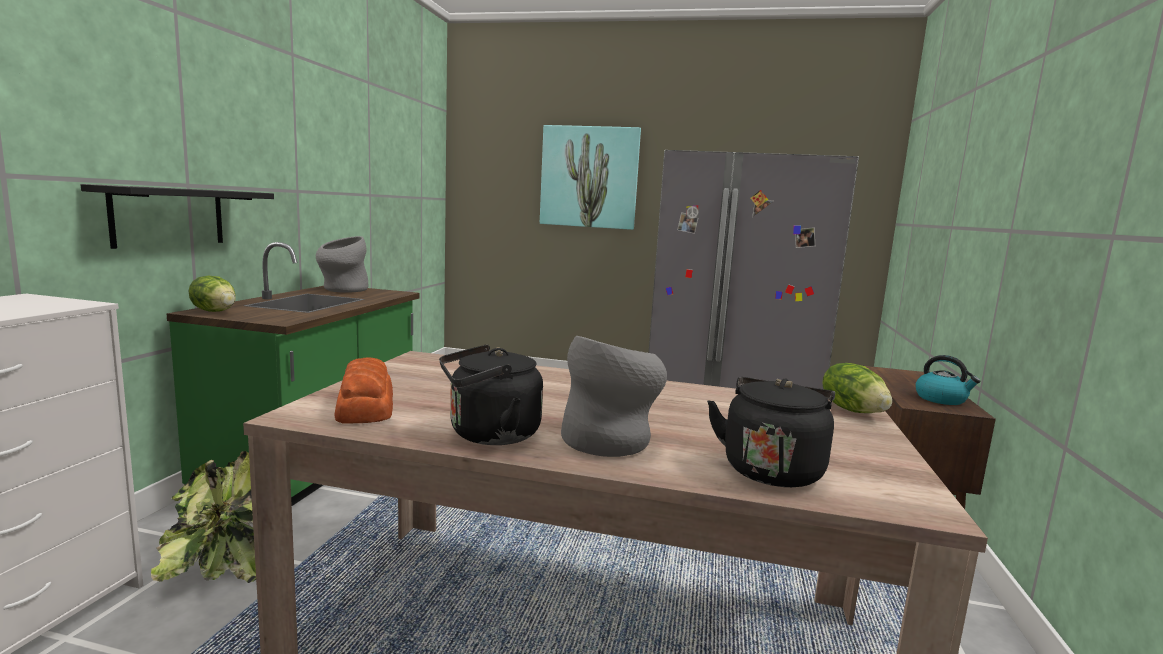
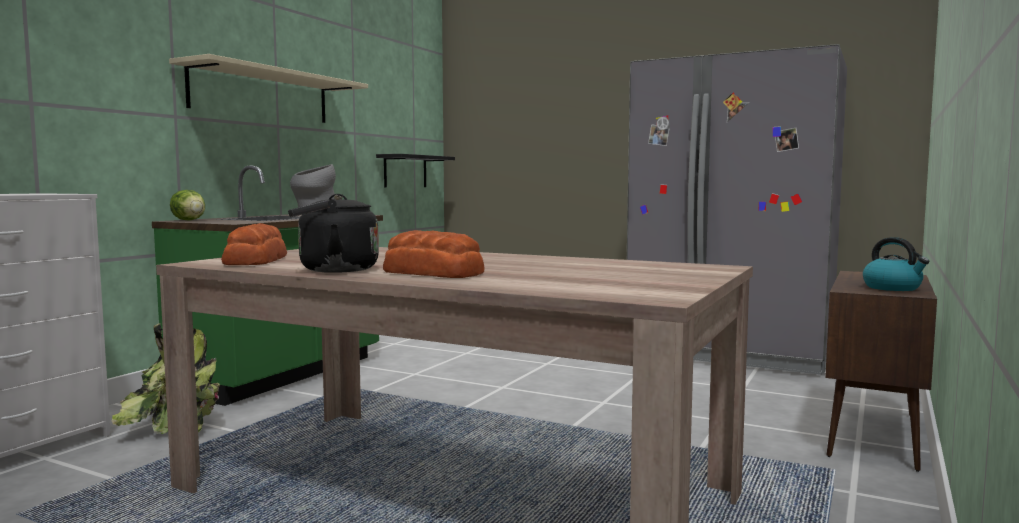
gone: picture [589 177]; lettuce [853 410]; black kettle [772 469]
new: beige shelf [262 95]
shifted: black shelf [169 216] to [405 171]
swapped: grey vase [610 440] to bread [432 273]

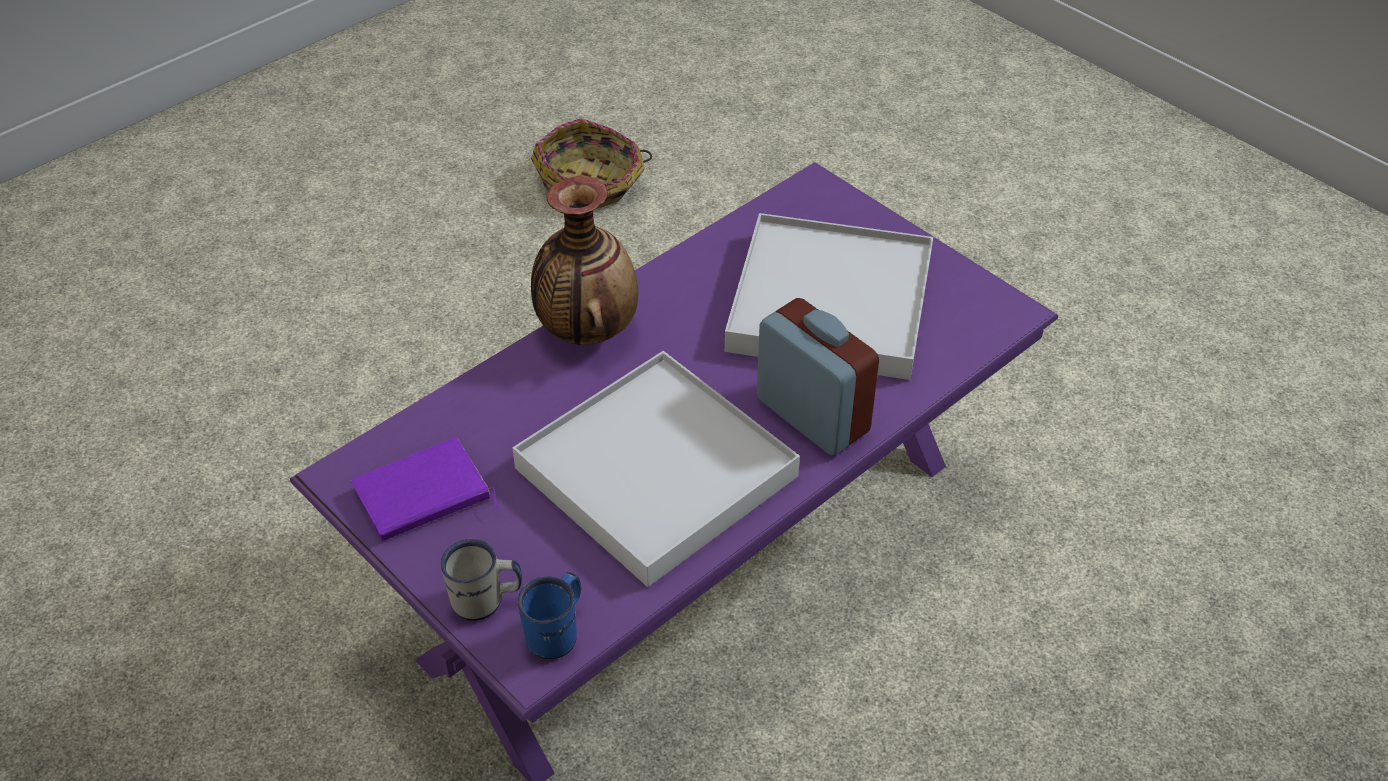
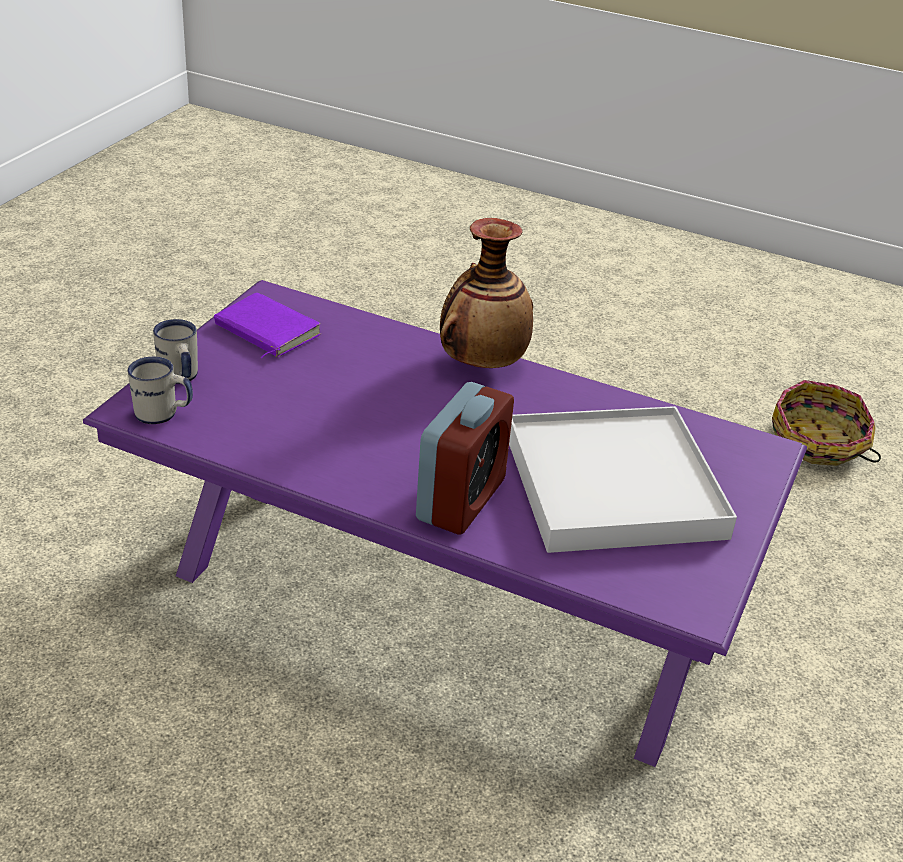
gone: white tray [656 472]
repainted: blue mug [558 632] to white mug [163 415]

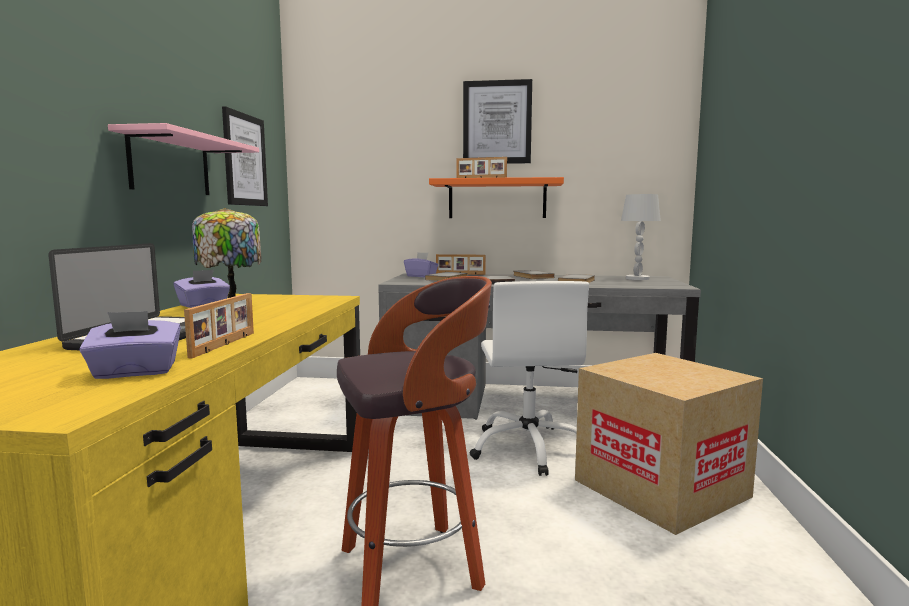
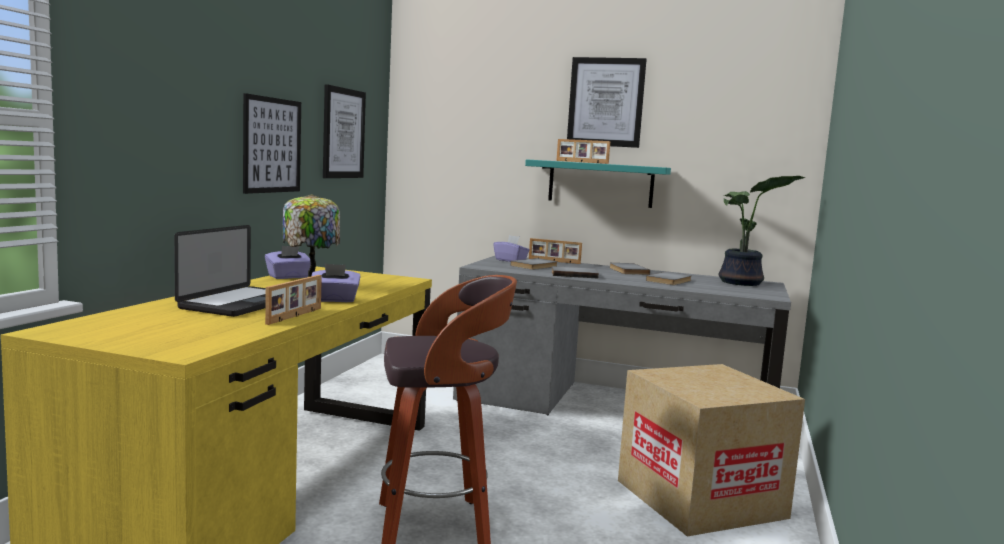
gone: white office chair [529 448]
shifted: purple tissue box [135 372] to [334 300]
swapped: pink shelf [170 165] to picture [272 145]; white table lamp [637 278] to potted plant [741 283]
repainted: orange shelf [497 199] to turquoise shelf [600 184]

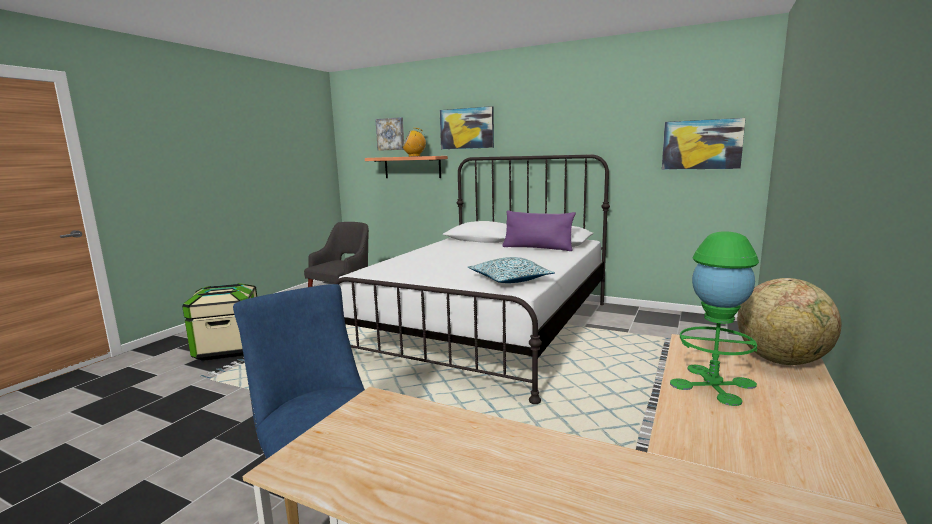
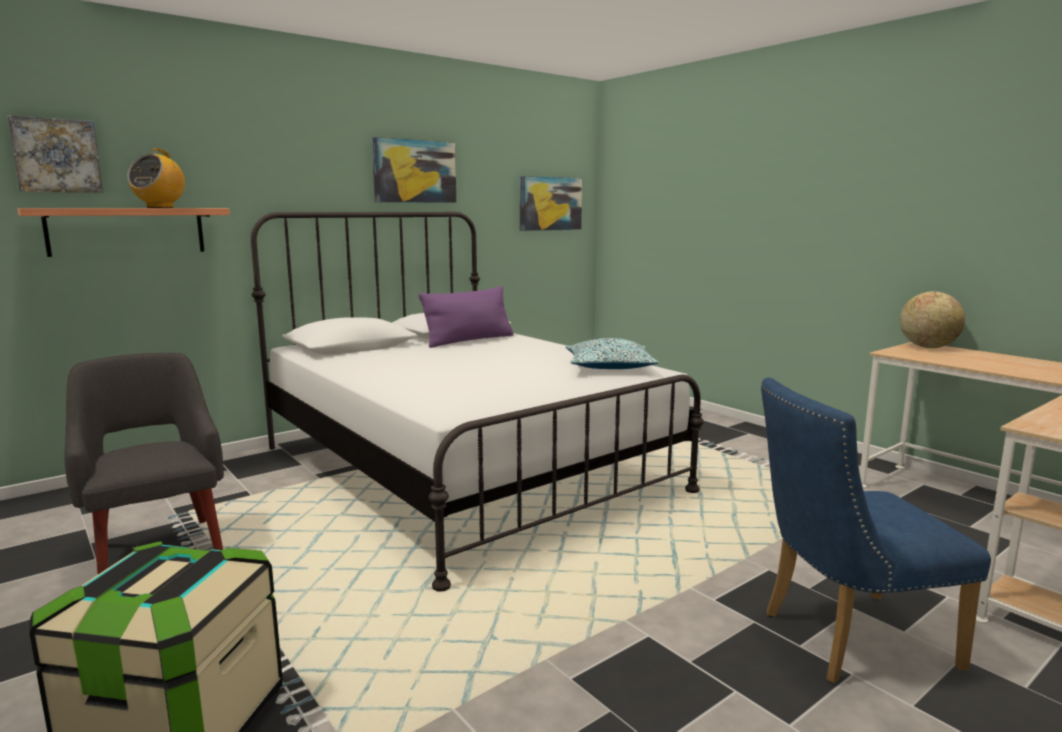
gone: green table lamp [712 384]
shifted: picture [467 128] to [414 171]

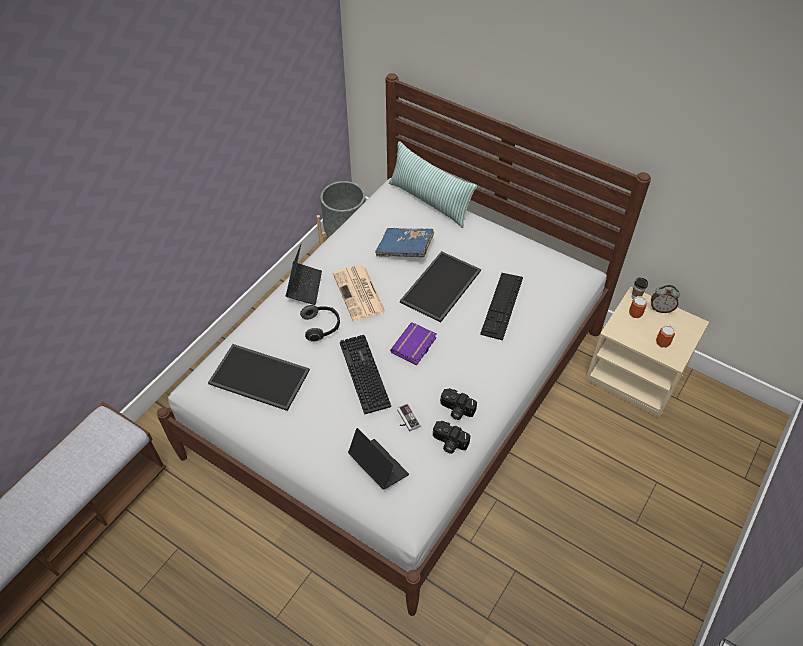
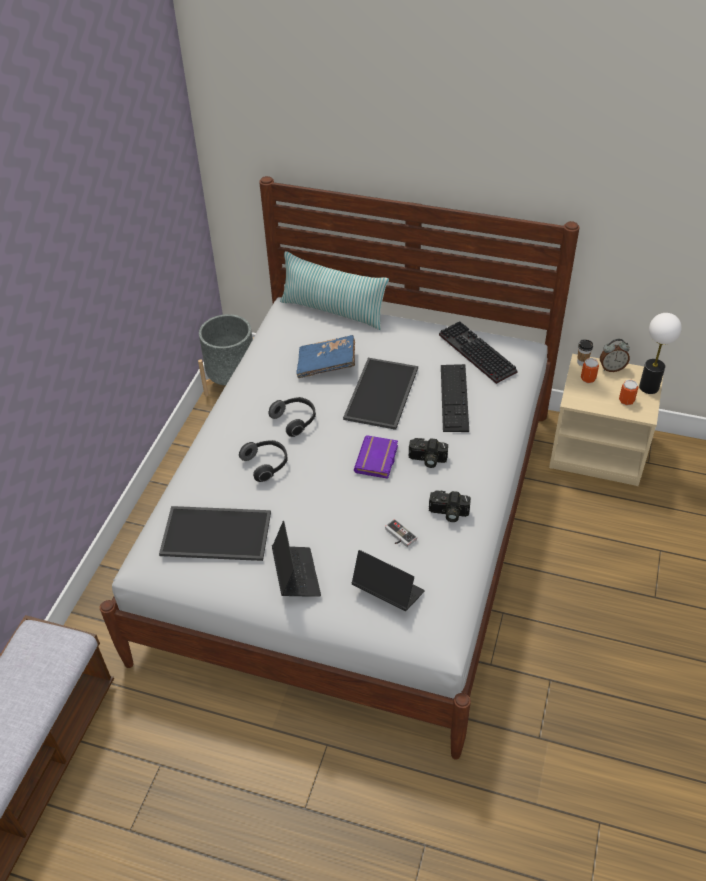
new: table lamp [648 387]
shifted: laptop [304 286] to [296 575]; keyboard [362 373] to [474 353]; photo camera [449 443] to [427 460]
swapped: newspaper [359 293] to headphones [295 421]

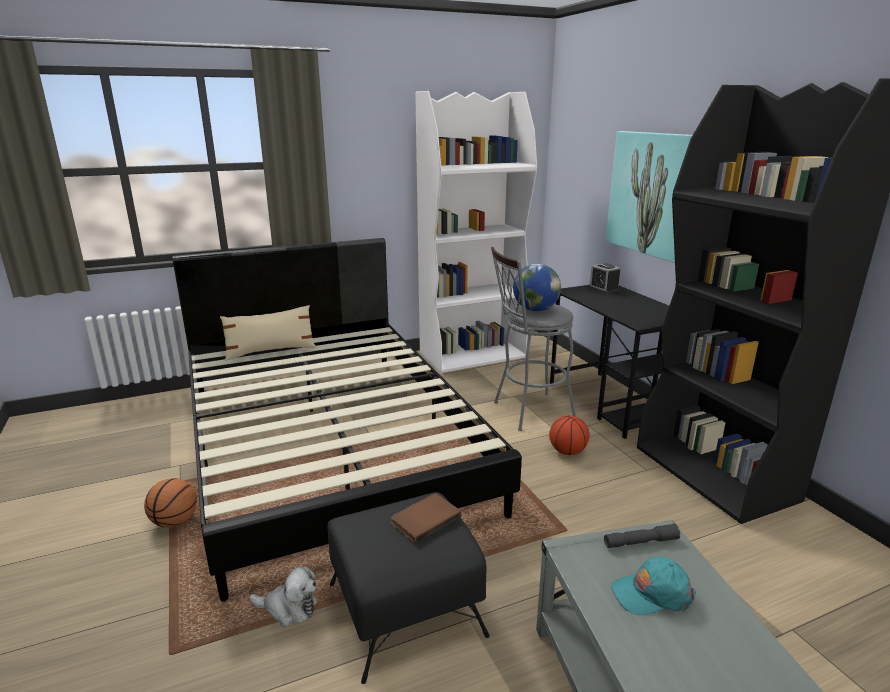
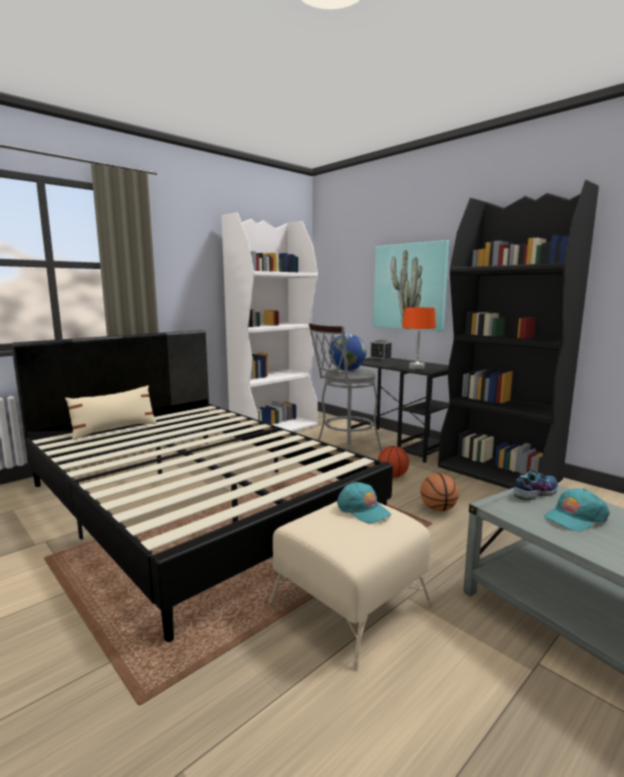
gone: plush toy [289 608]
new: orange table lamp [416 368]
shifted: basketball [175 521] to [438 509]
swapped: brown book [424 518] to turquoise cap [363 510]; grey flashlight [640 542] to shoe [535 492]
repainted: black ottoman [406 609] to beige ottoman [351 604]

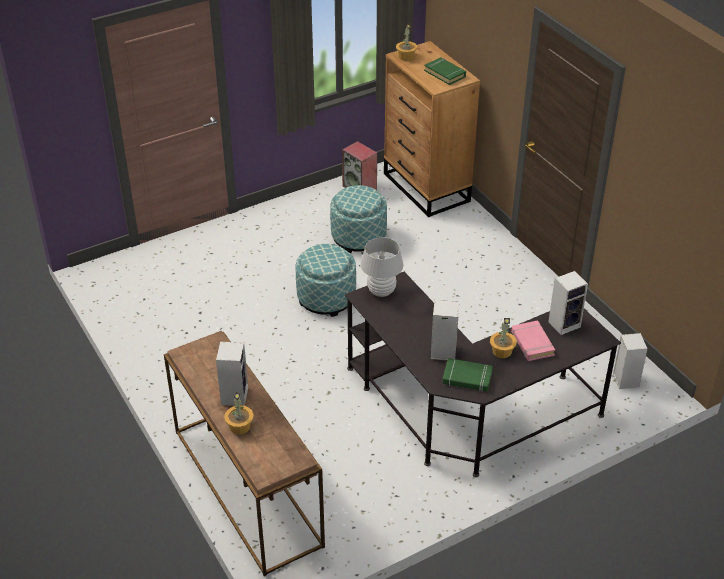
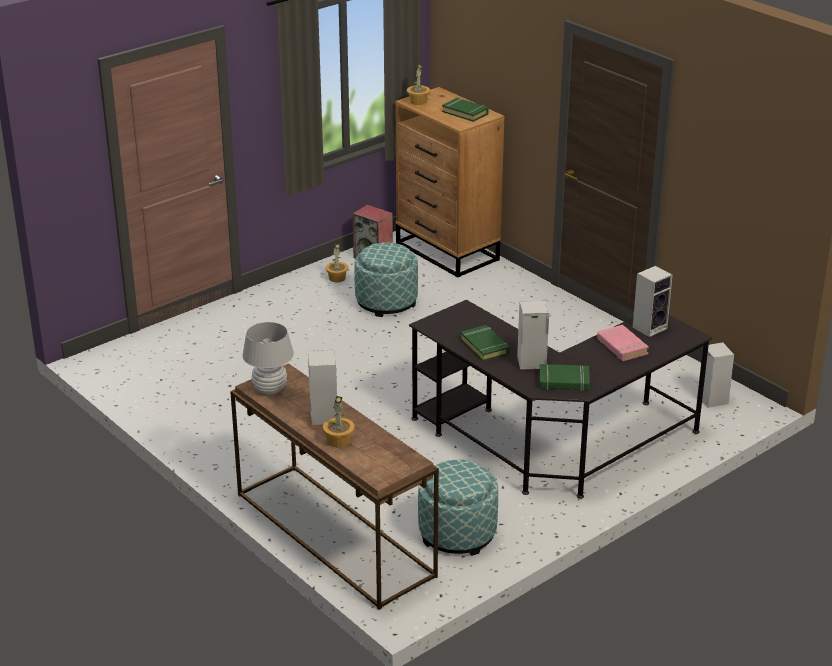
new: green book [485 346]
shifted: white table lamp [381 291] to [270 390]; ottoman [326 298] to [457 533]; potted plant [502 351] to [337 278]

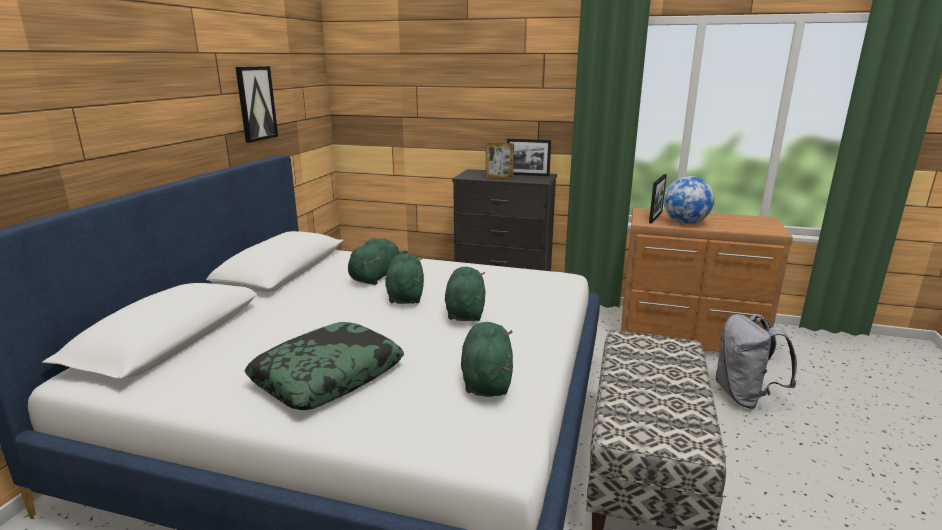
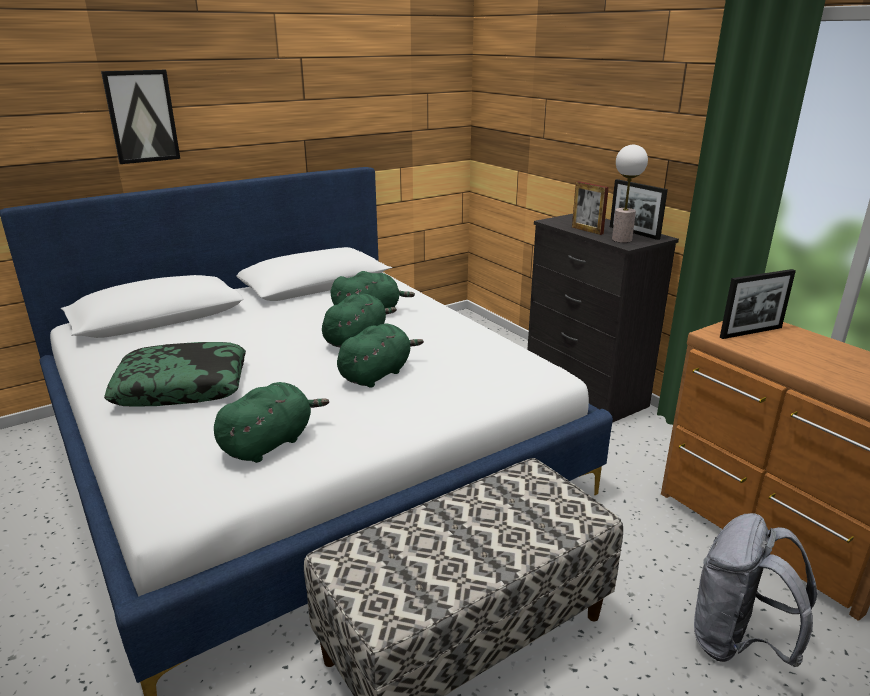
gone: globe [685 223]
new: table lamp [622 240]
shifted: picture [256 103] to [141 116]

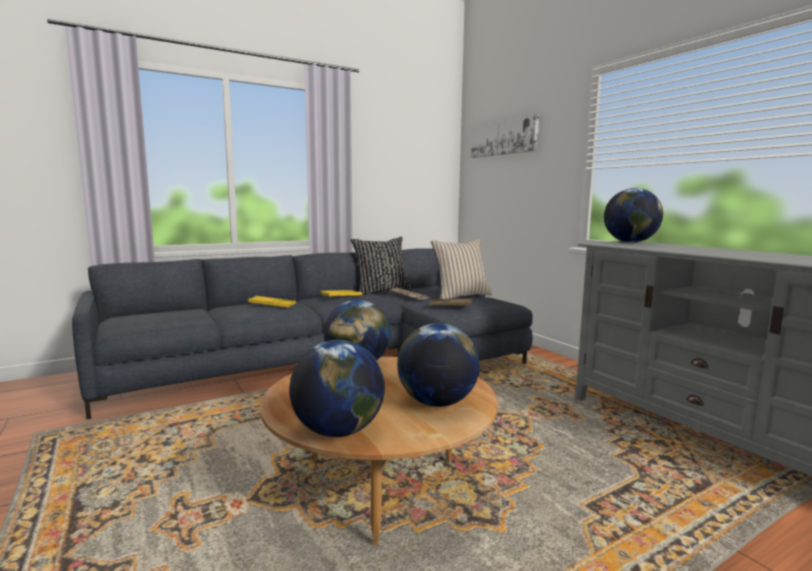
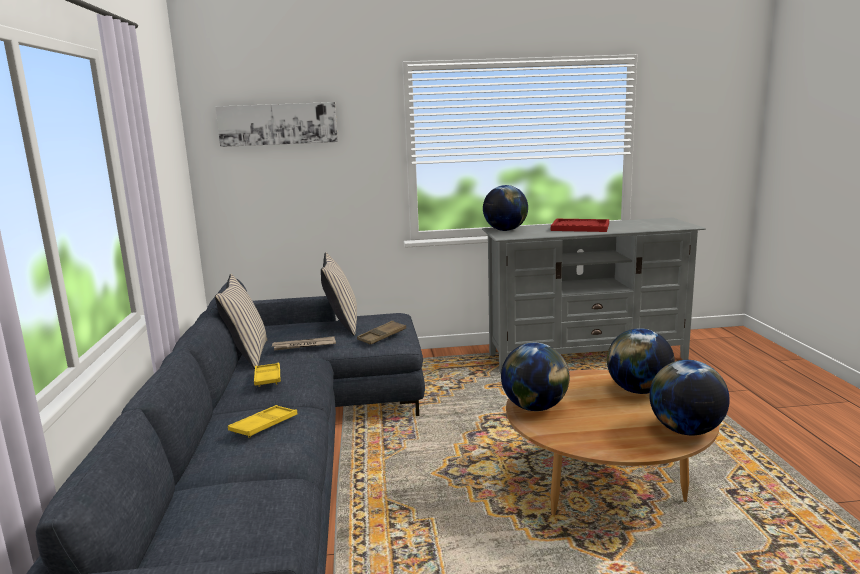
new: red tray [580 227]
repainted: black pillow [381 291] to beige pillow [247 355]

